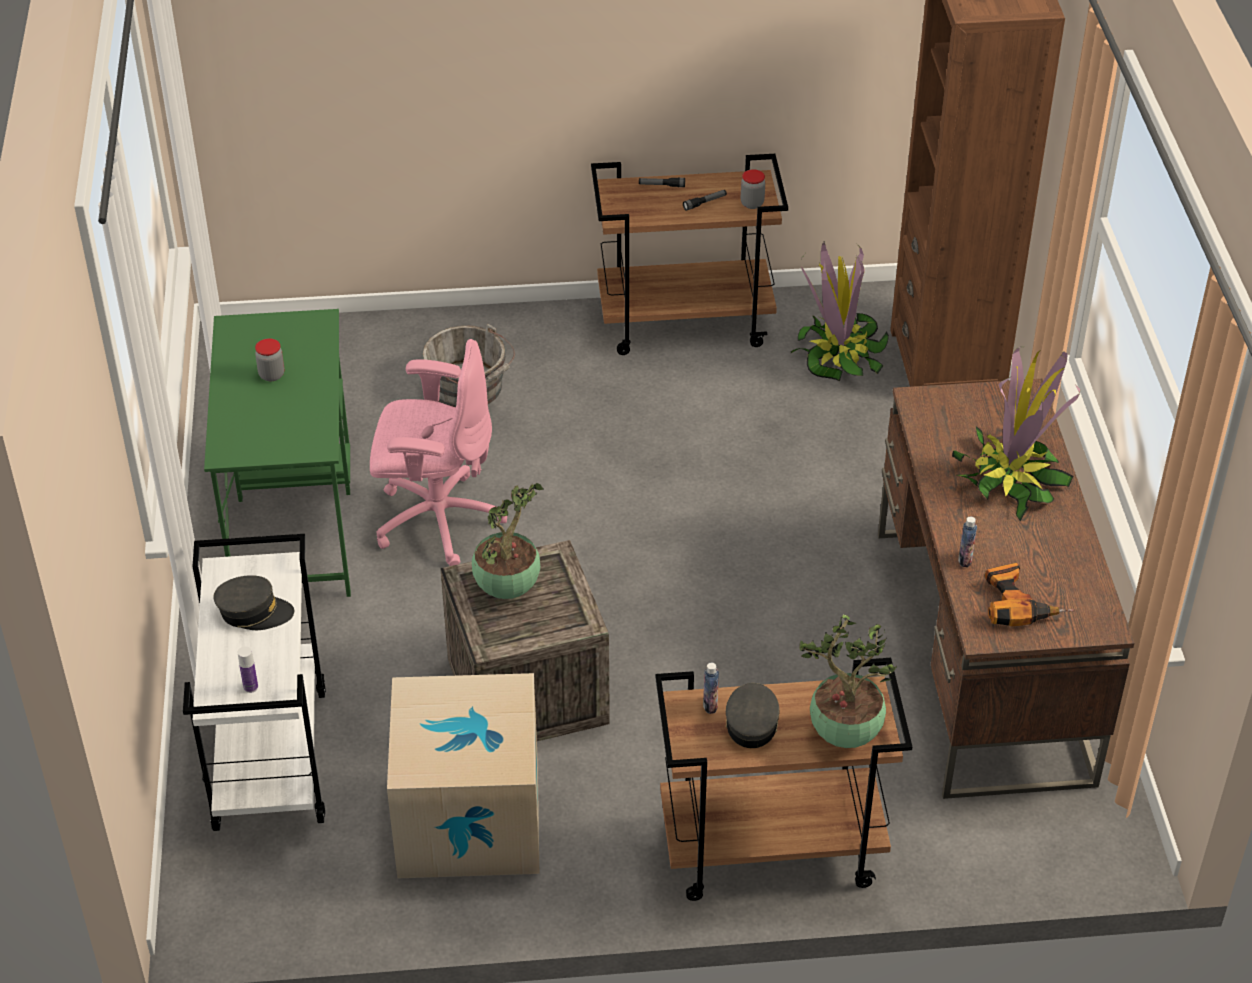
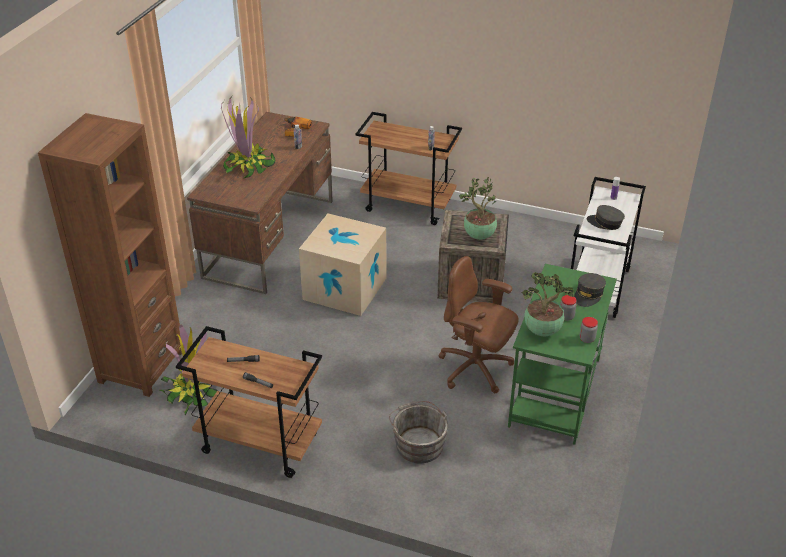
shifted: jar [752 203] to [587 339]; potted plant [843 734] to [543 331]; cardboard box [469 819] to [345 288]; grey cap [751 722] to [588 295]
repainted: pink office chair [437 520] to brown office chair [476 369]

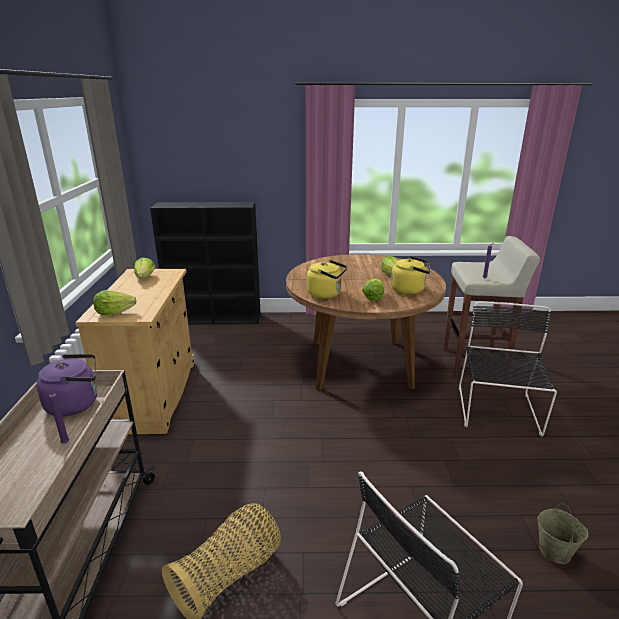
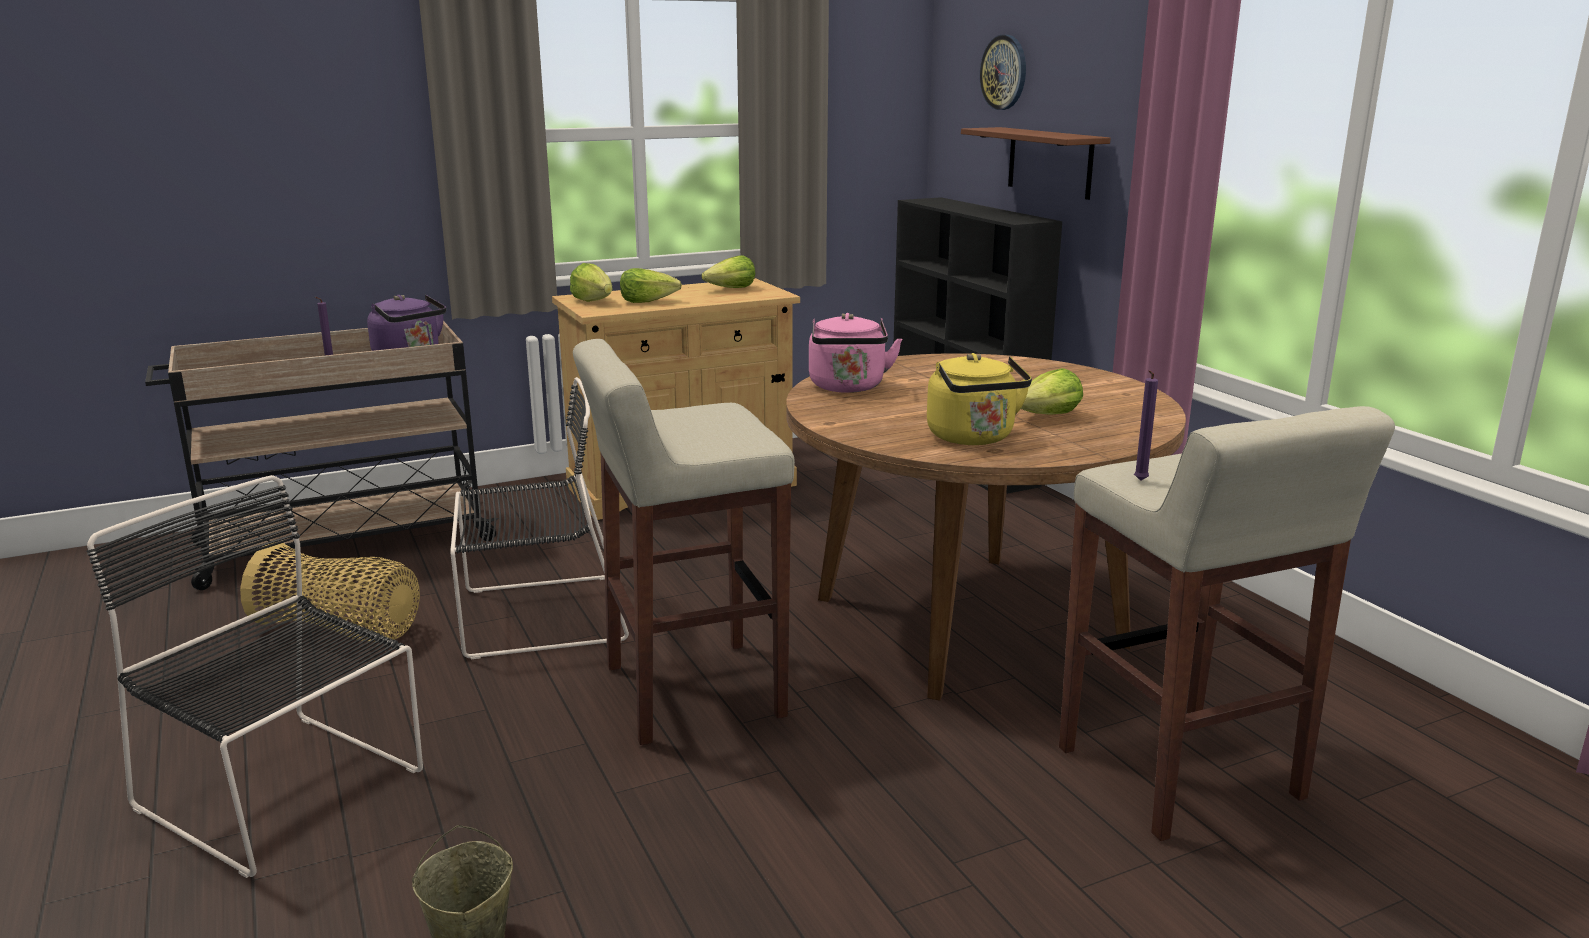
new: wall clock [1004 72]; brown shelf [1050 162]; beige stool [690 692]
shifted: lettuce [373 297] to [648 301]; black chair [498 412] to [536 616]
repainted: yellow kettle [326 294] to pink kettle [848 387]

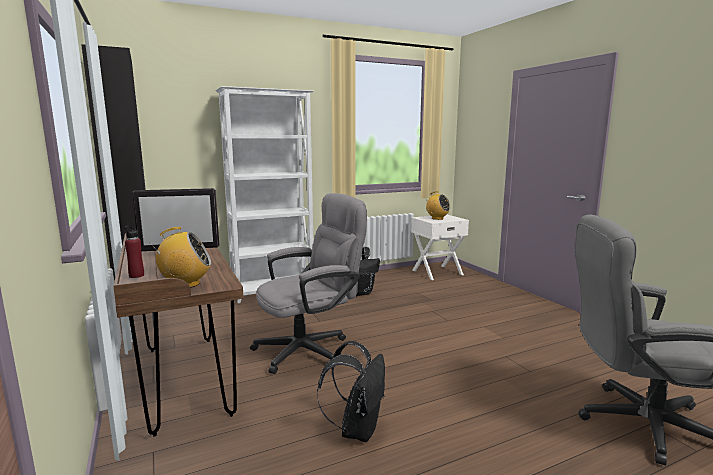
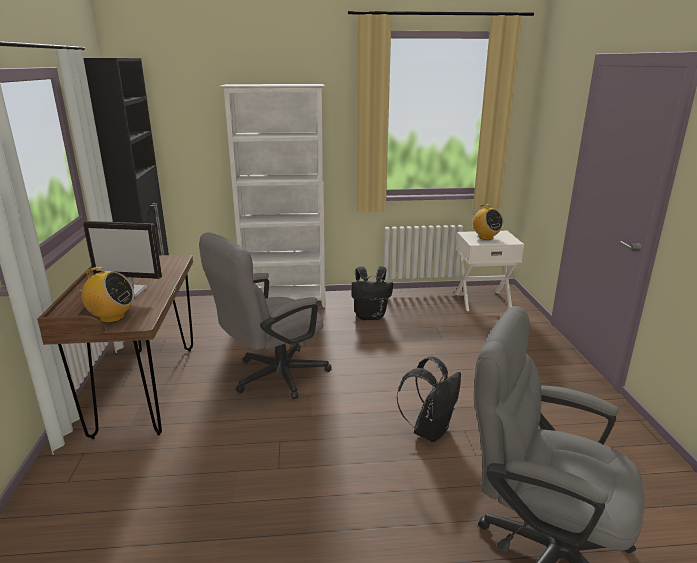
gone: red bottle [136 275]
shifted: black backpack [357 429] to [430 430]
rotated: grey office chair [310 348] = [272 377] 150 degrees clockwise

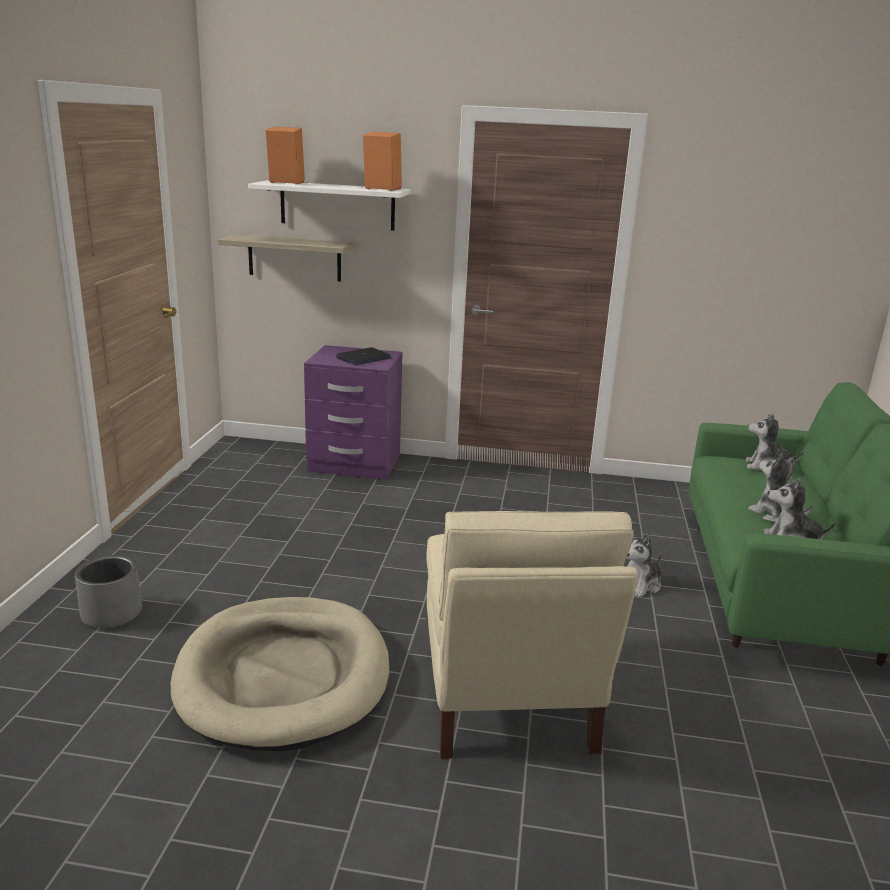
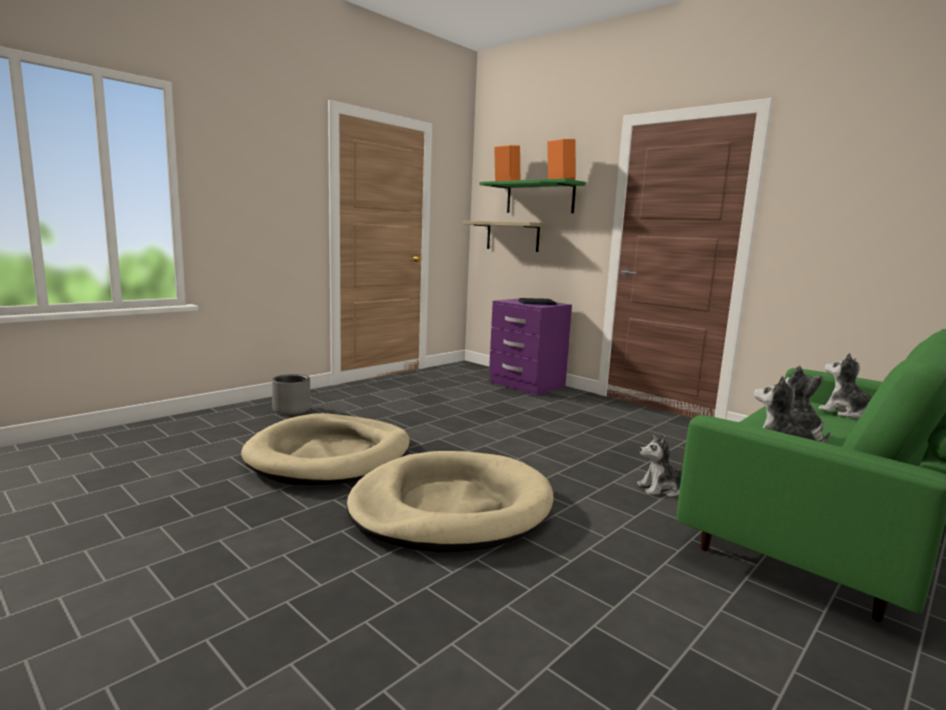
swapped: beige armchair [506 695] to beige dog bed [451 508]
repainted: white shelf [337 205] to green shelf [540 198]

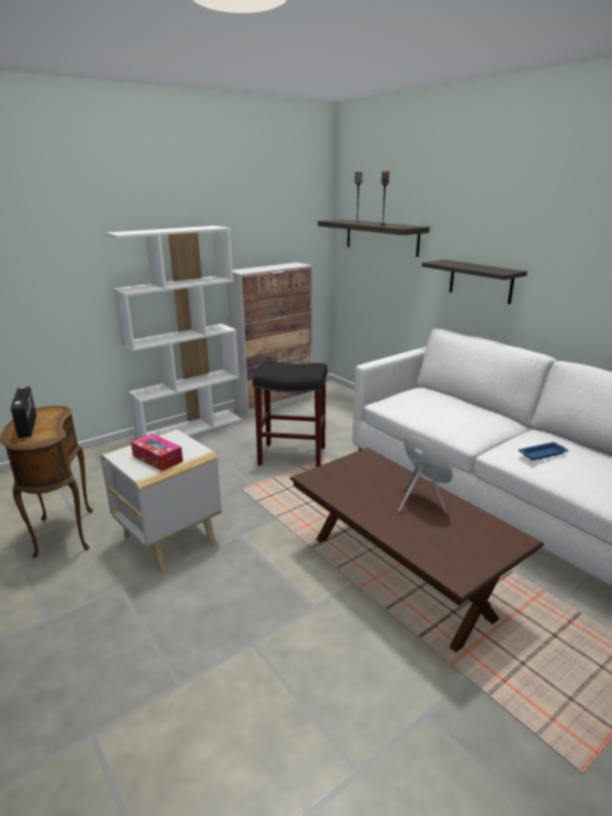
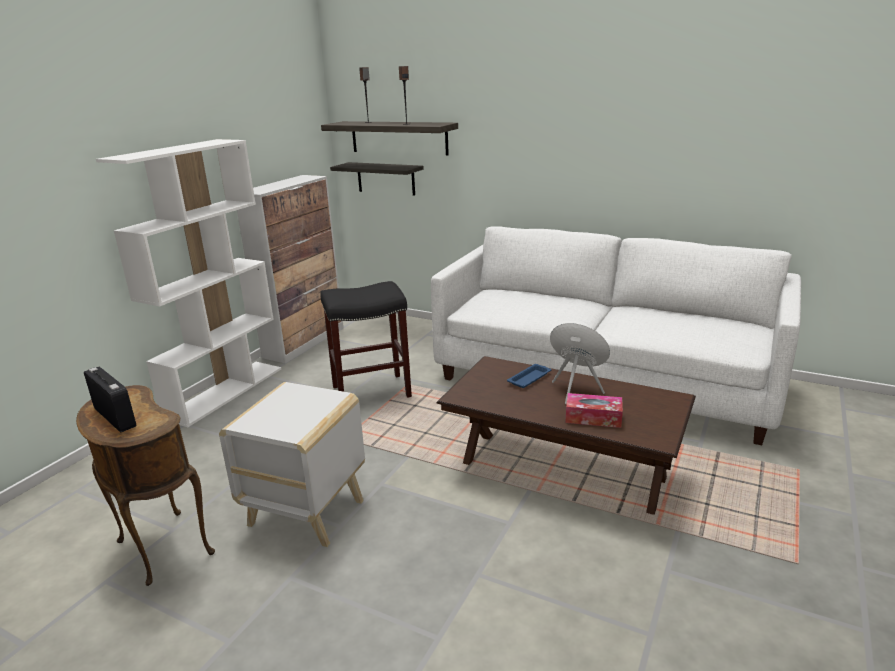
shifted: shelf [480 281] to [386 178]; tissue box [157 458] to [593 418]; blue tray [543 454] to [530 378]

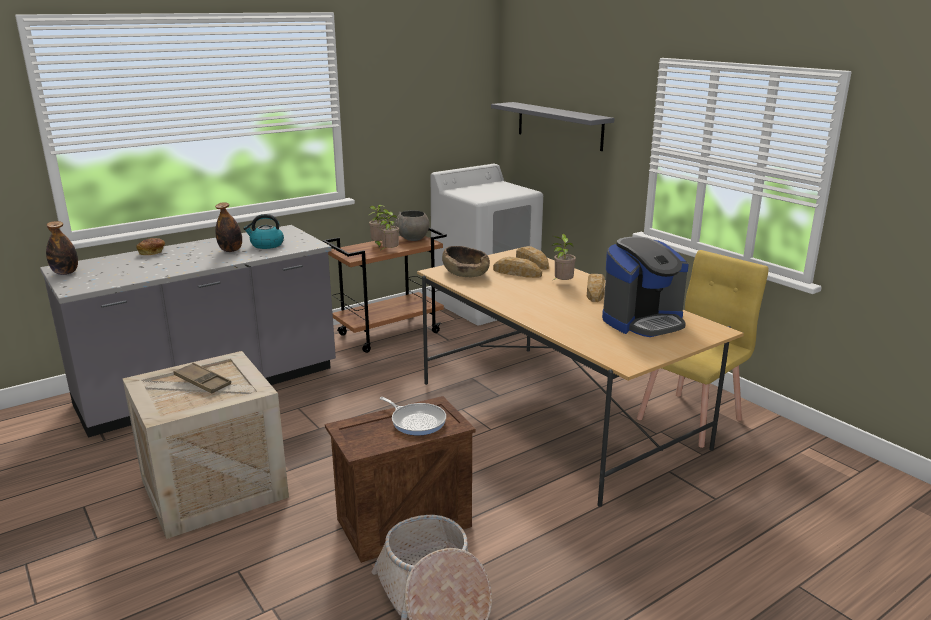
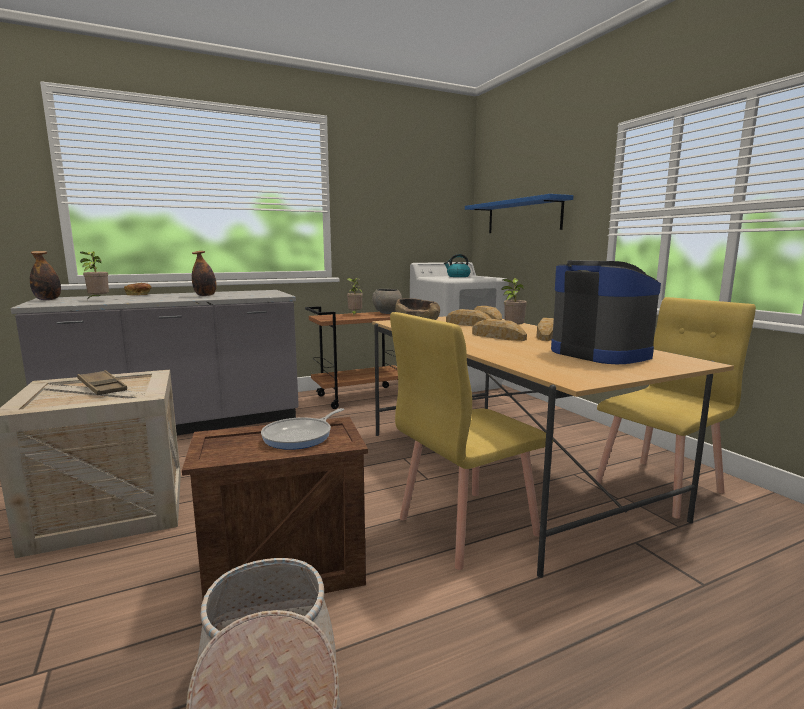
new: yellow chair [466 526]; bread [498 336]
shifted: potted plant [389 251] to [98 300]; kettle [266 245] to [458 276]
repainted: grey shelf [559 125] to blue shelf [523 216]
rotated: coffee machine [643 321] = [600 353] 105 degrees counterclockwise; frying pan [416 421] = [300 436] 75 degrees clockwise

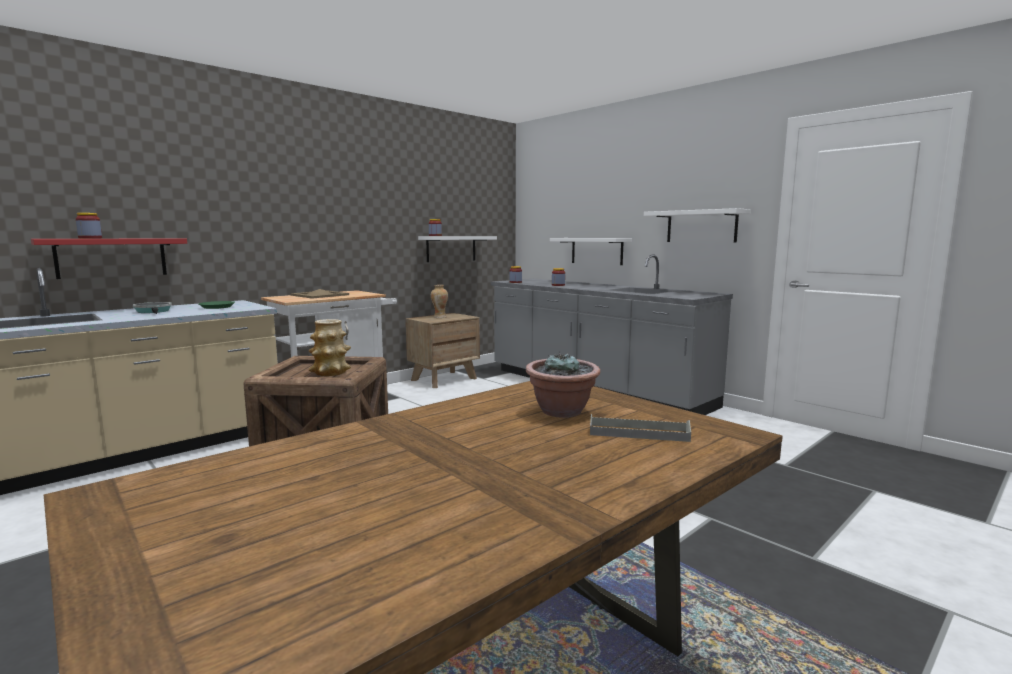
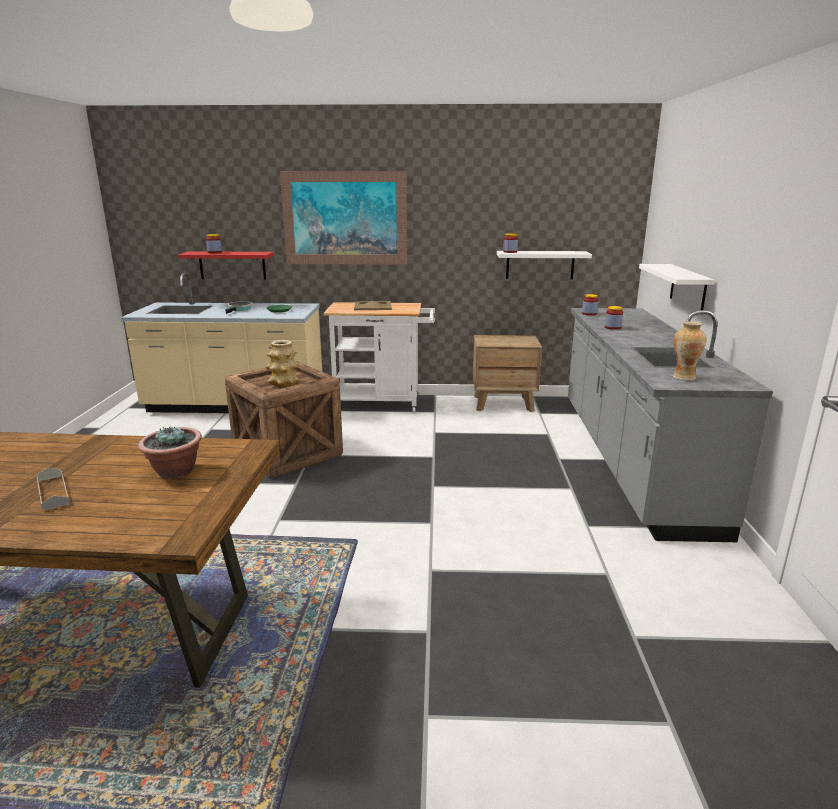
gone: white shelf [701 226]
new: picture [345 218]
shifted: vase [439 317] to [683 377]; grey tray [638 433] to [53 492]

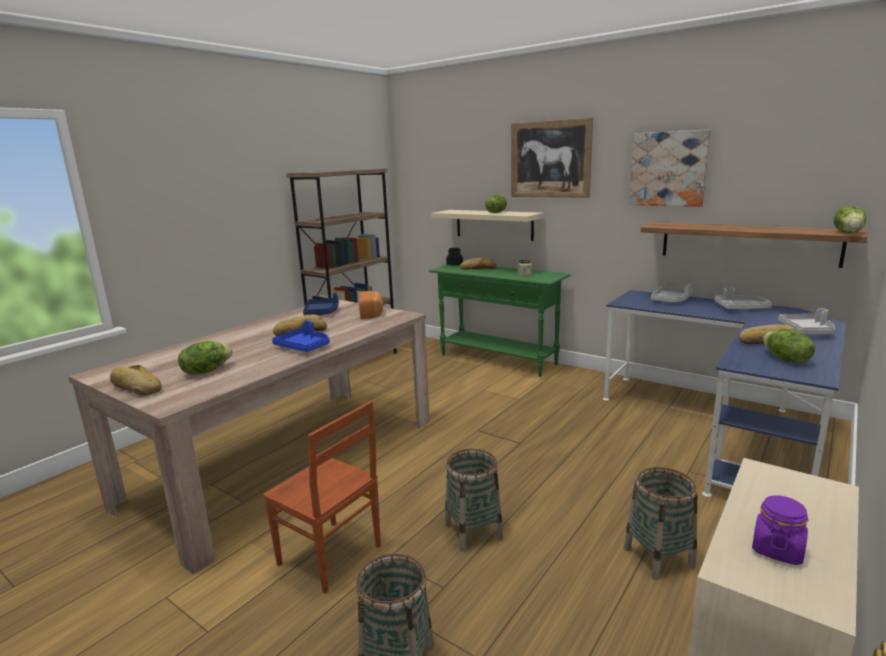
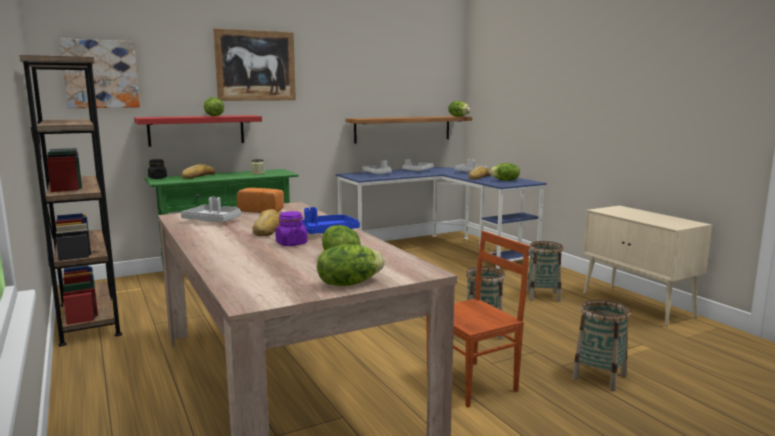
shifted: picture [668 169] to [101 74]; purple jar [777 549] to [291 243]
swapped: bread [136 388] to lettuce [349 283]
repainted: beige shelf [494 224] to red shelf [197 130]; blue tray [322 313] to grey tray [213 221]

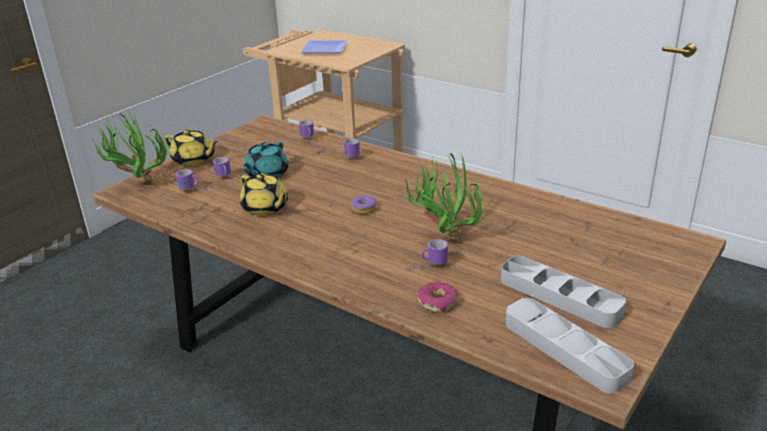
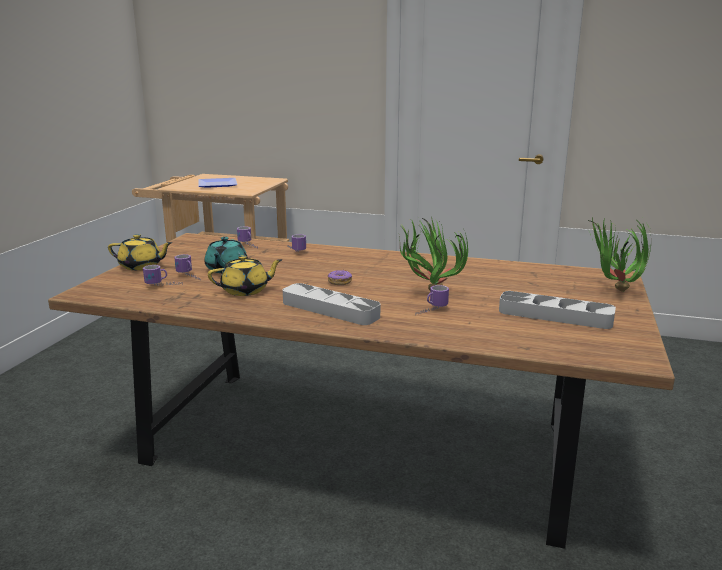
gone: donut [437 302]
shifted: potted plant [137 184] to [614 292]; grey tray [564 349] to [330 309]
rotated: yellow teapot [265 208] = [246 290] 45 degrees counterclockwise

